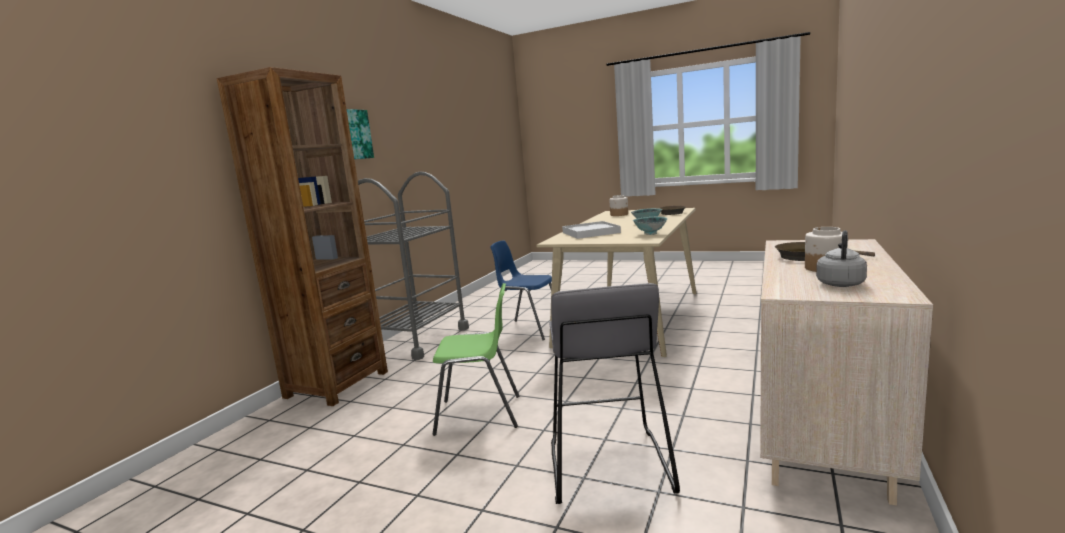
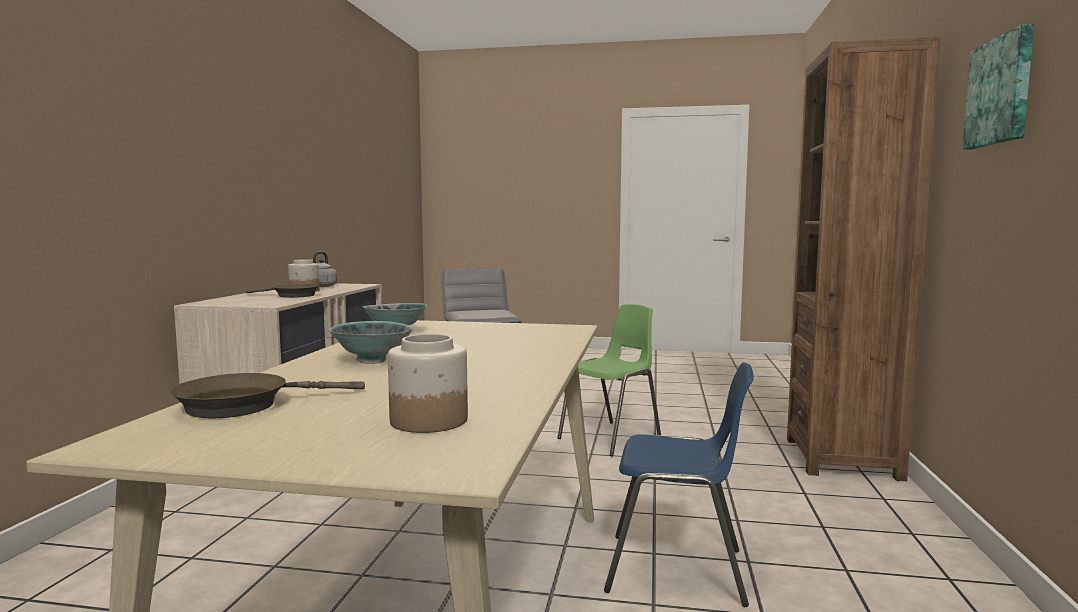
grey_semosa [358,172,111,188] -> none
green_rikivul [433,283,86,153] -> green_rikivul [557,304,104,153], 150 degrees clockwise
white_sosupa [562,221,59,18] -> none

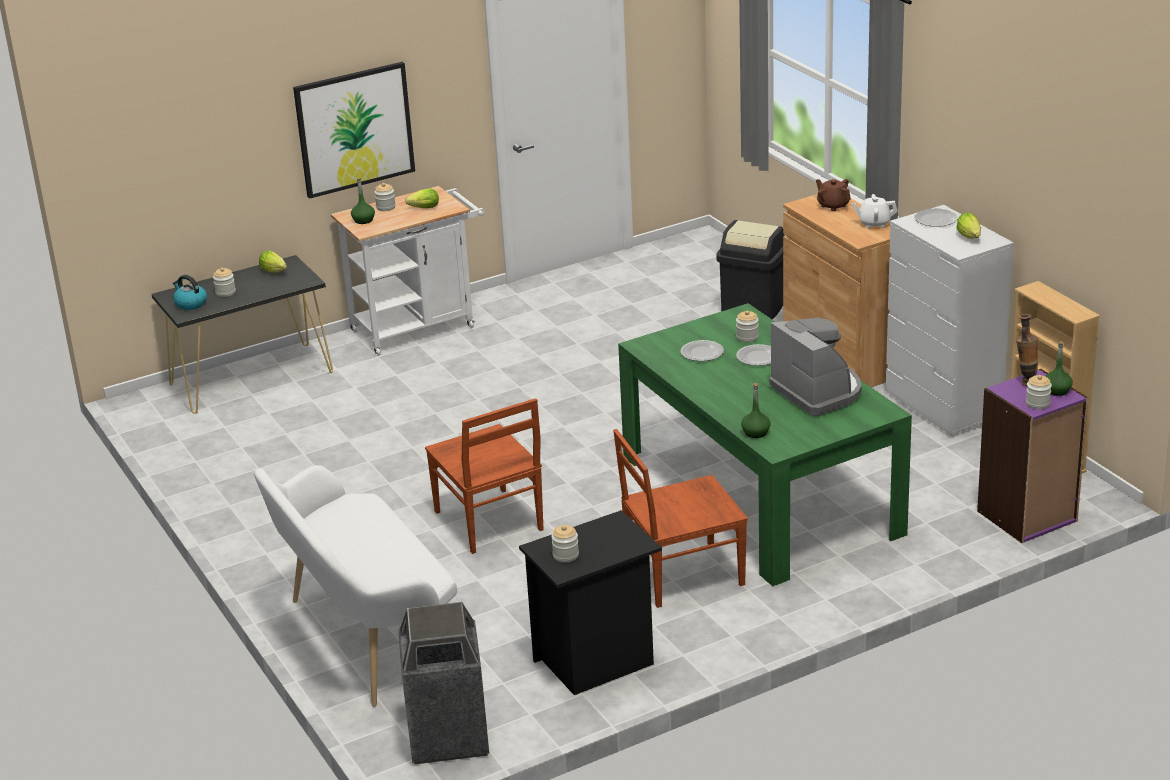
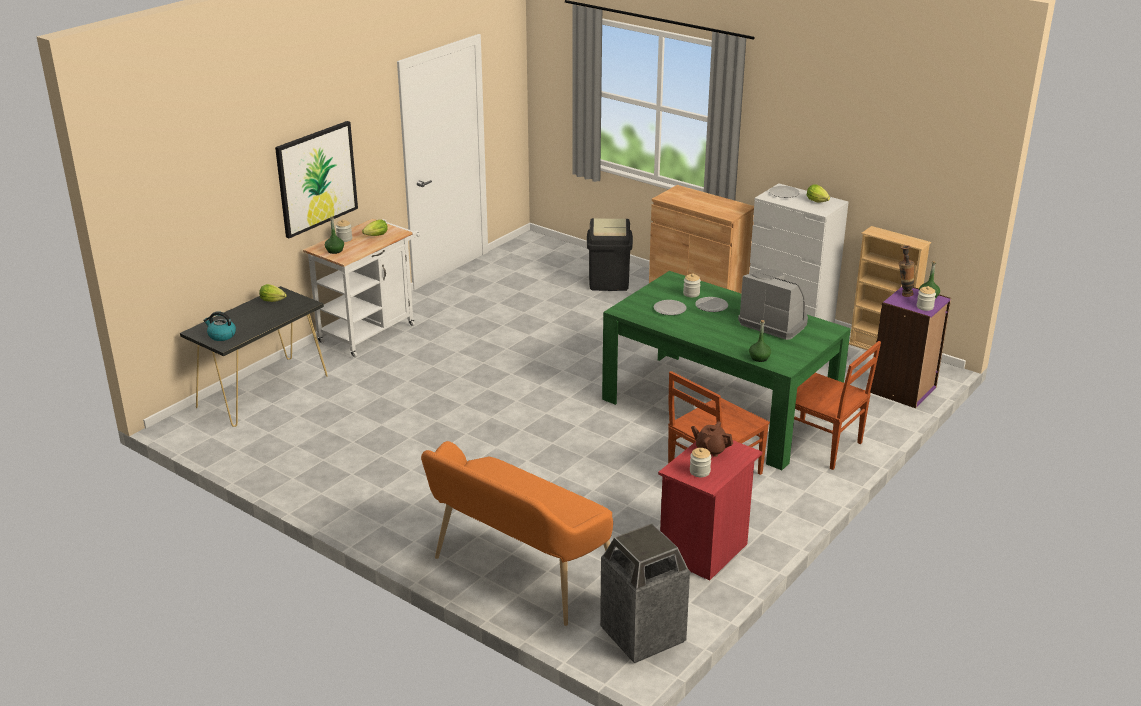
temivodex [213,268,23,29] -> none
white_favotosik [254,465,203,242] -> orange_favotosik [421,441,192,185]
brown_rikivul [425,398,119,156] -> brown_rikivul [794,341,87,129], move
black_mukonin [519,510,143,185] -> red_mukonin [658,440,105,141]
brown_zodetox [816,179,35,32] -> brown_zodetox [691,421,42,36], move
white_zodetox [852,194,46,34] -> none

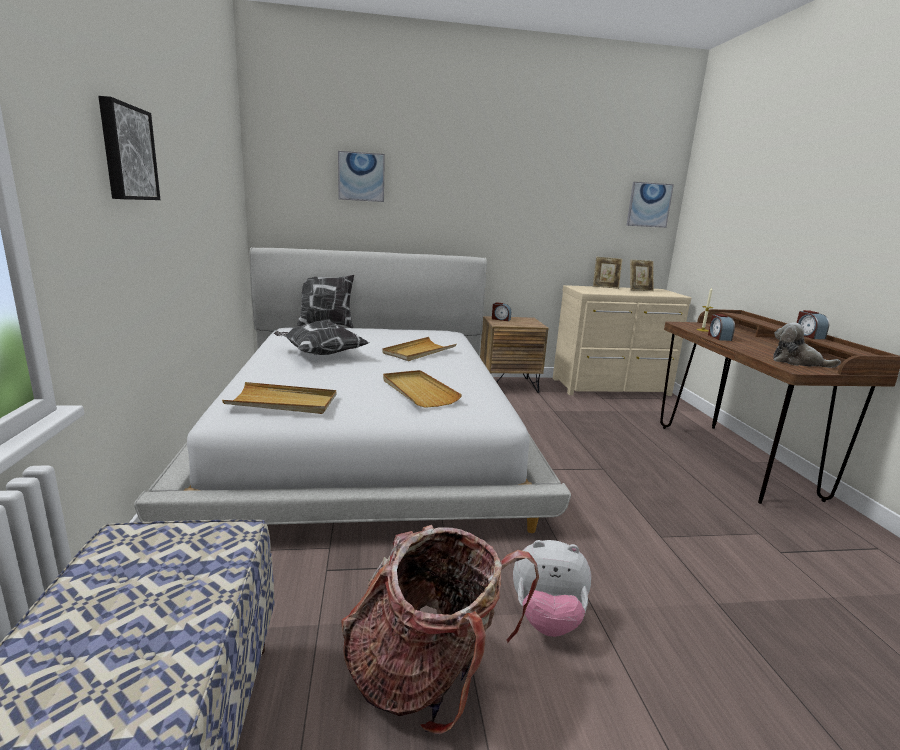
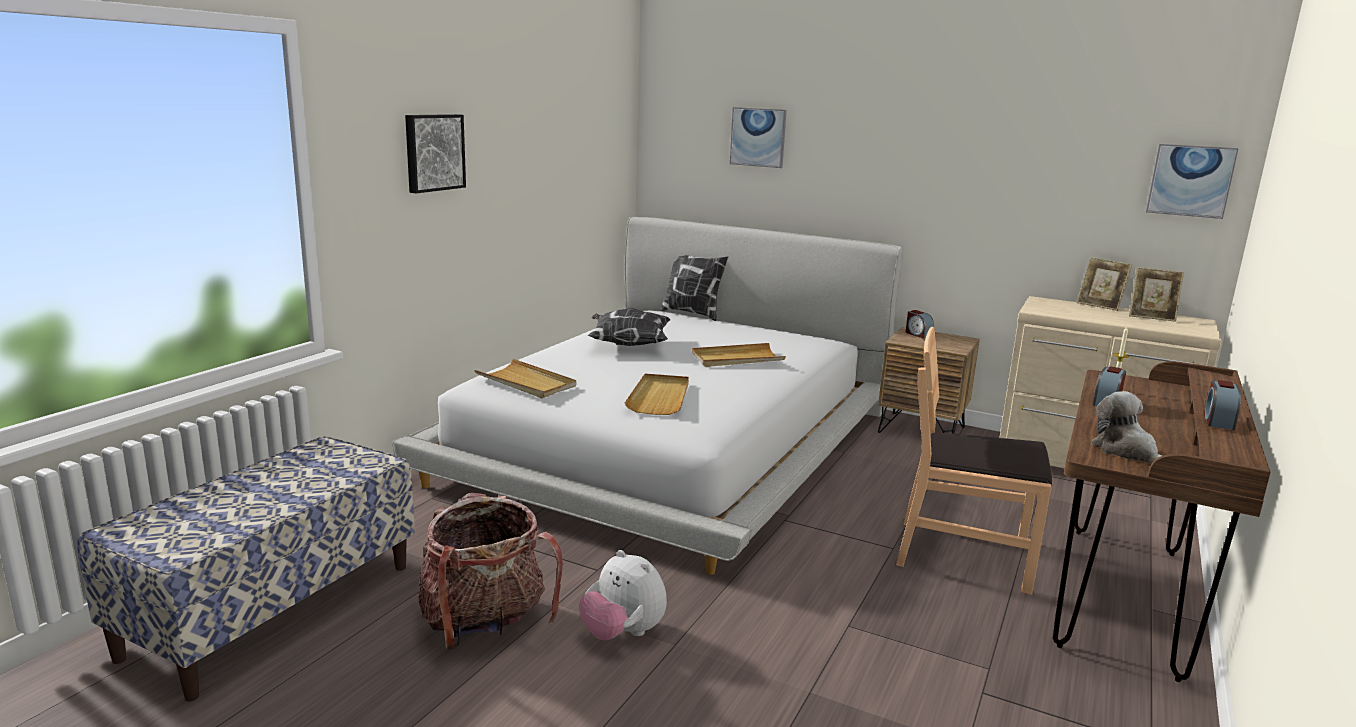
none -> brown_rikivul [896,326,156,269]

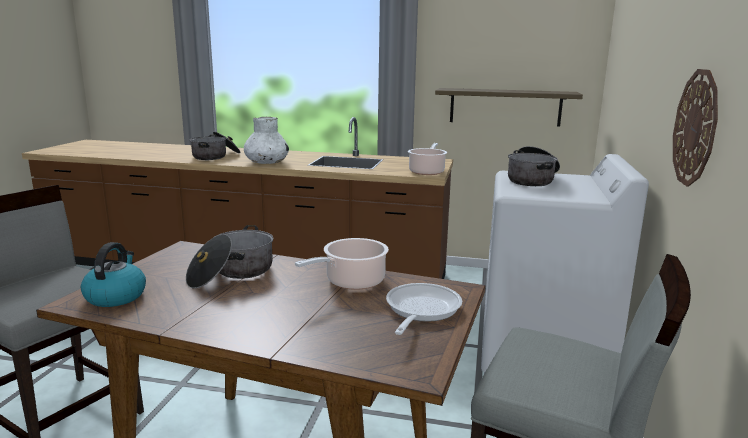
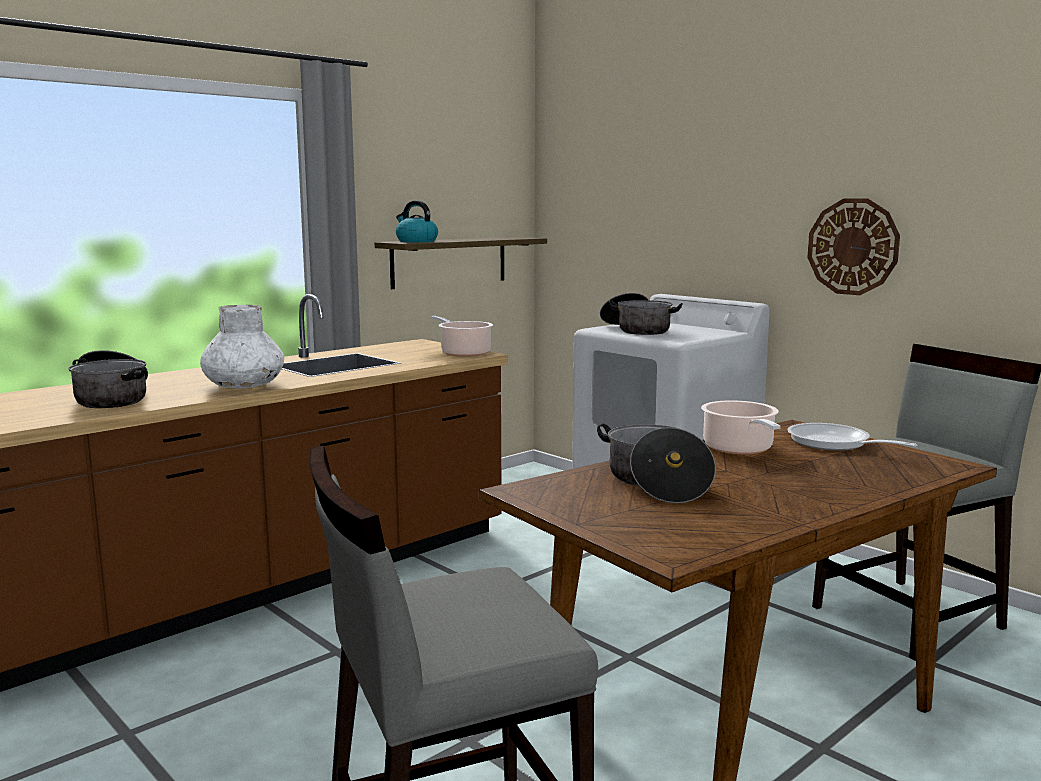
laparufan [81,242,65,65] -> laparufan [396,201,42,41], move

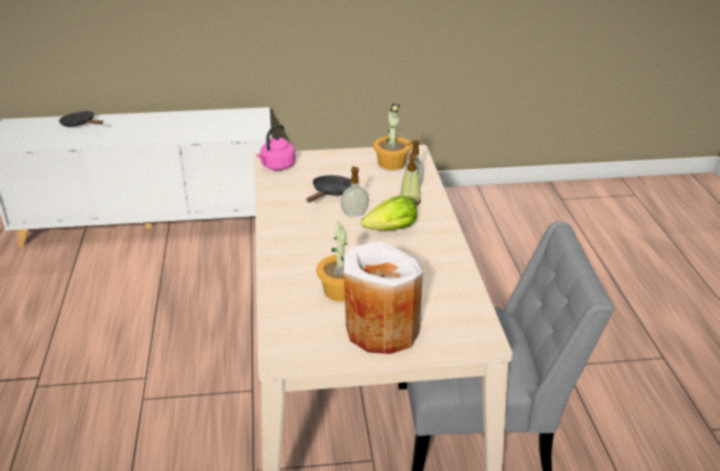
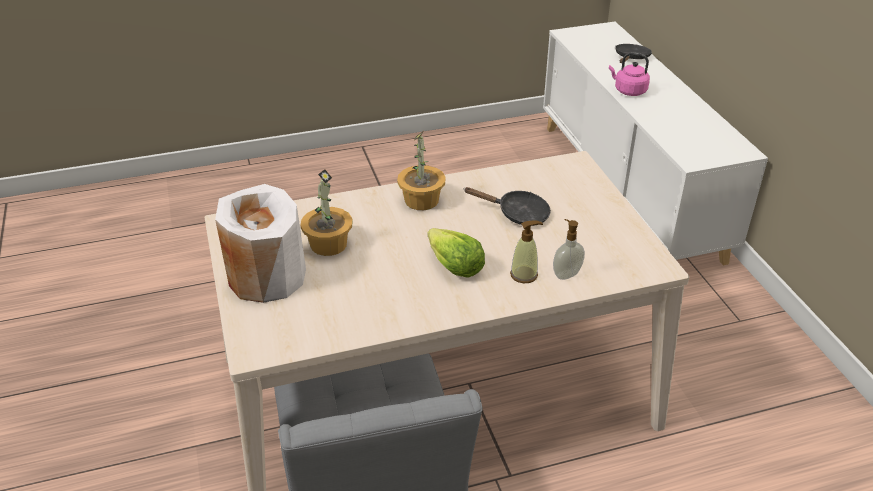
pink_laparufan [257,124,39,46] -> pink_laparufan [609,53,41,43], move
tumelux [341,166,28,51] -> none
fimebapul [373,104,39,66] -> fimebapul [397,131,49,79], move

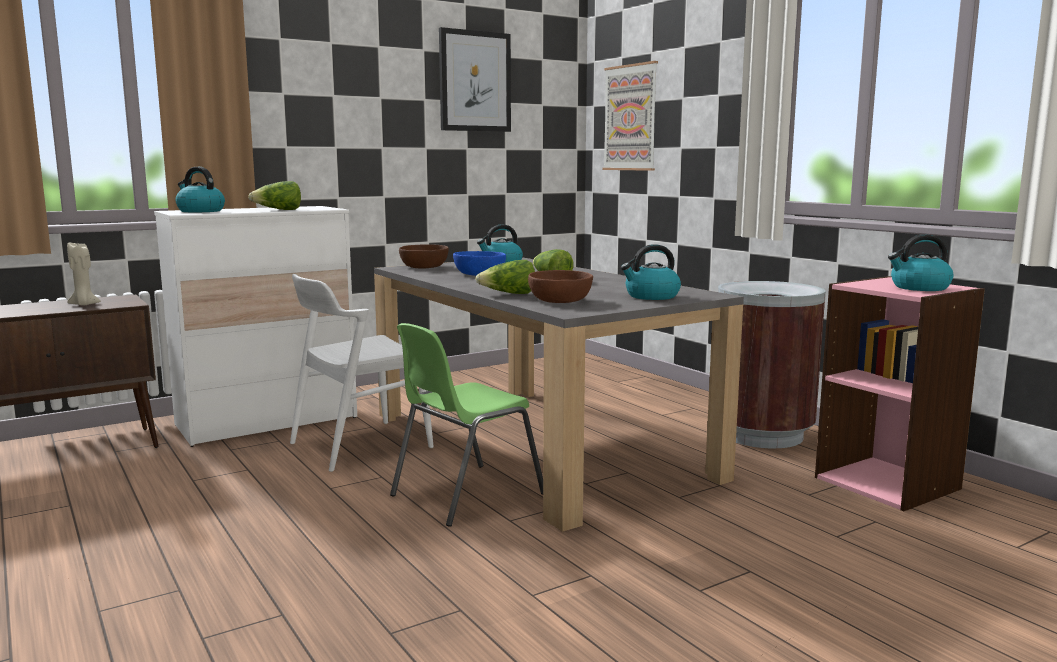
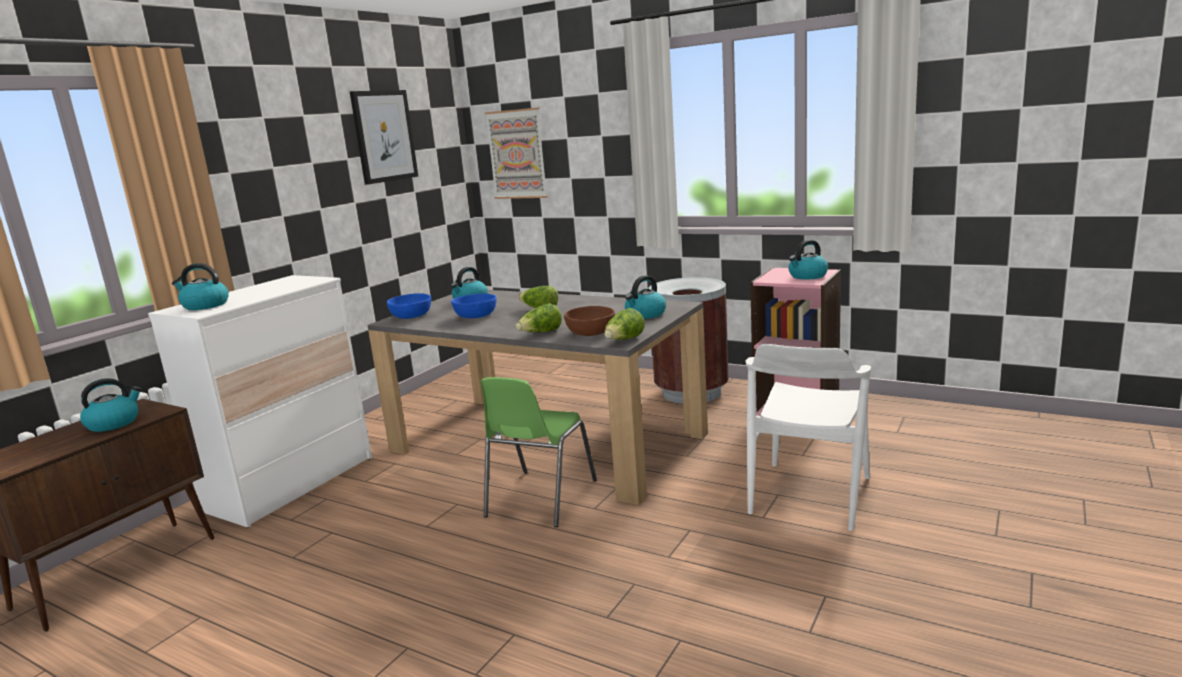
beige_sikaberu [67,241,34,65] -> laparufan [80,378,62,54]
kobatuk [248,181,53,29] -> kobatuk [604,308,41,32], move
white_rikivul [290,274,144,198] -> white_rikivul [746,344,125,187], move
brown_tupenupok [399,244,50,24] -> blue_tupenupok [387,293,44,26]

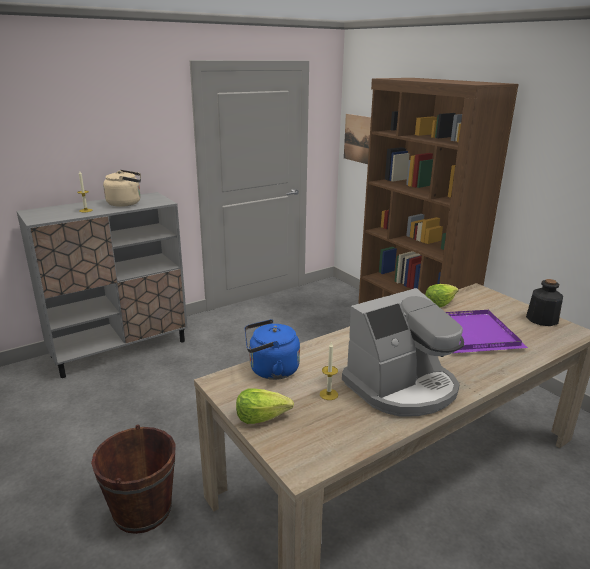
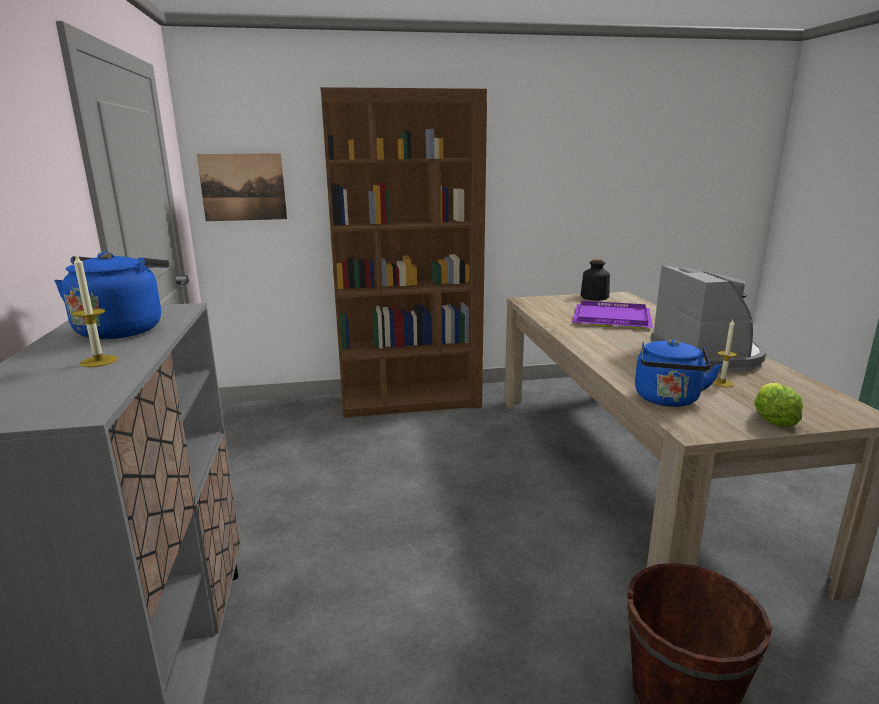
beige_laparufan [103,170,38,37] -> blue_laparufan [54,252,115,87]
kobatuk [425,284,34,23] -> none

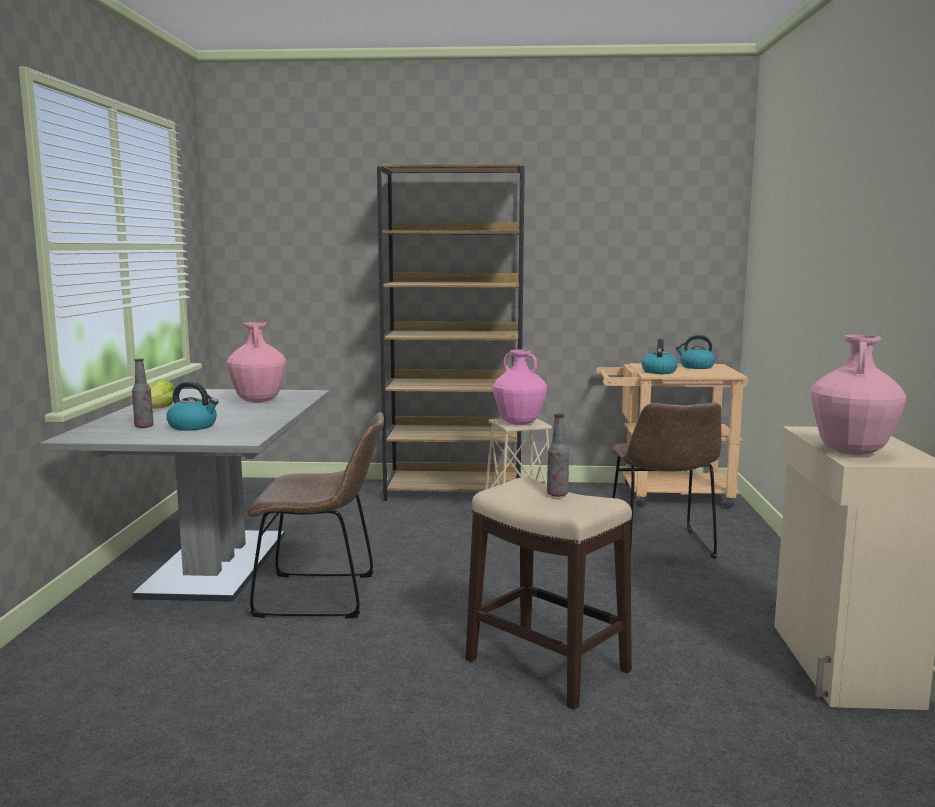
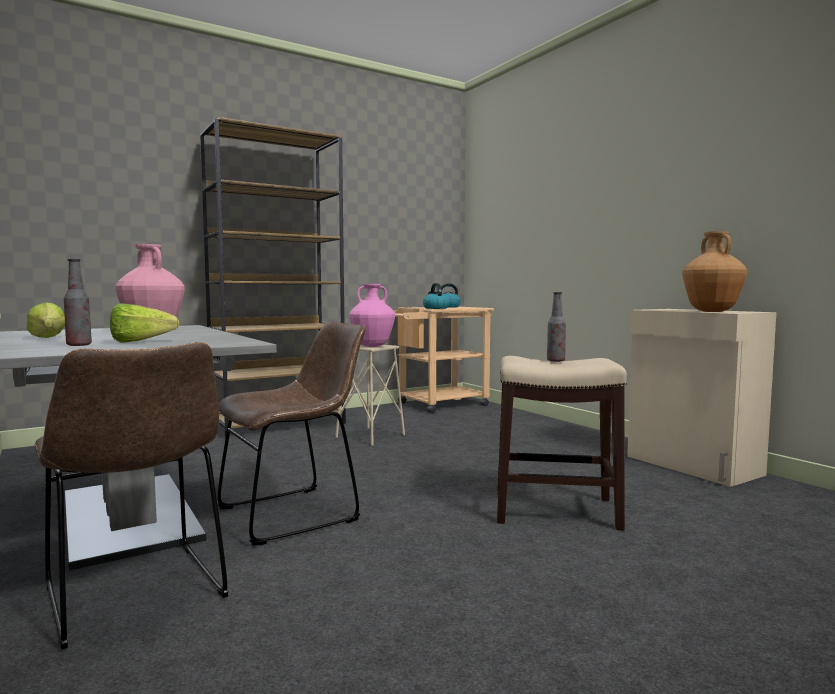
laparufan [166,381,52,50] -> kobatuk [110,304,69,39]
brown_rikivul [612,402,109,157] -> brown_rikivul [34,342,195,308], move
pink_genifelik [811,335,95,120] -> brown_genifelik [682,231,65,81]

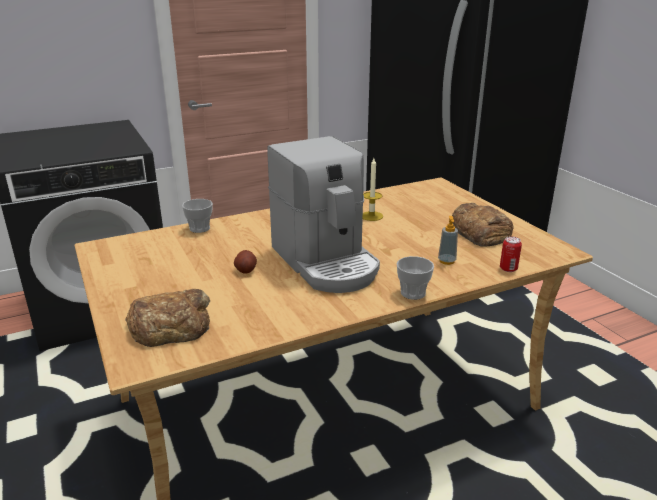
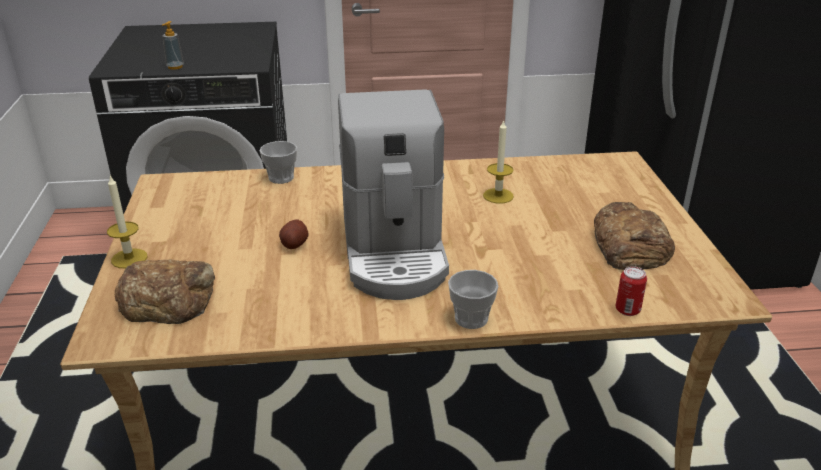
tumelux [438,216,20,49] -> tumelux [162,21,22,49], move
none -> sikaberu [107,175,40,93]

